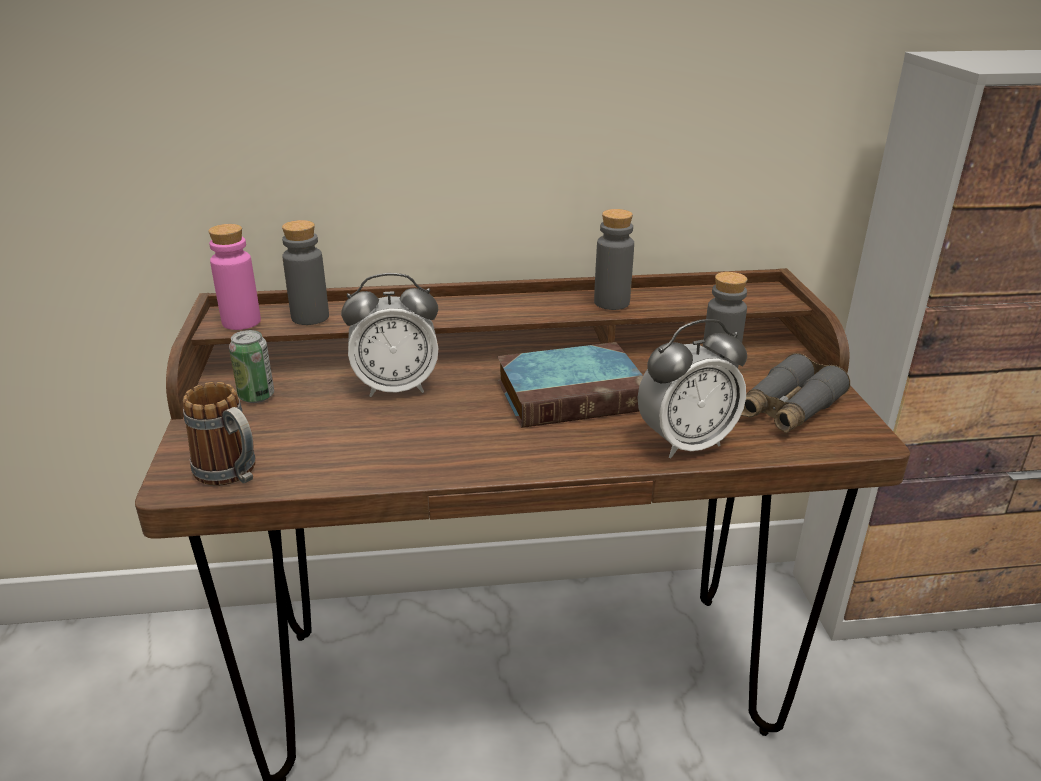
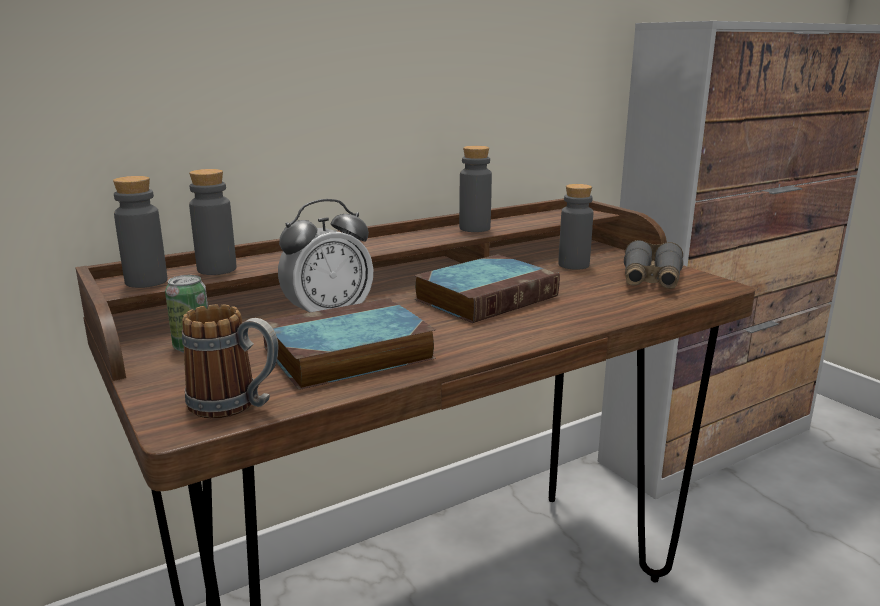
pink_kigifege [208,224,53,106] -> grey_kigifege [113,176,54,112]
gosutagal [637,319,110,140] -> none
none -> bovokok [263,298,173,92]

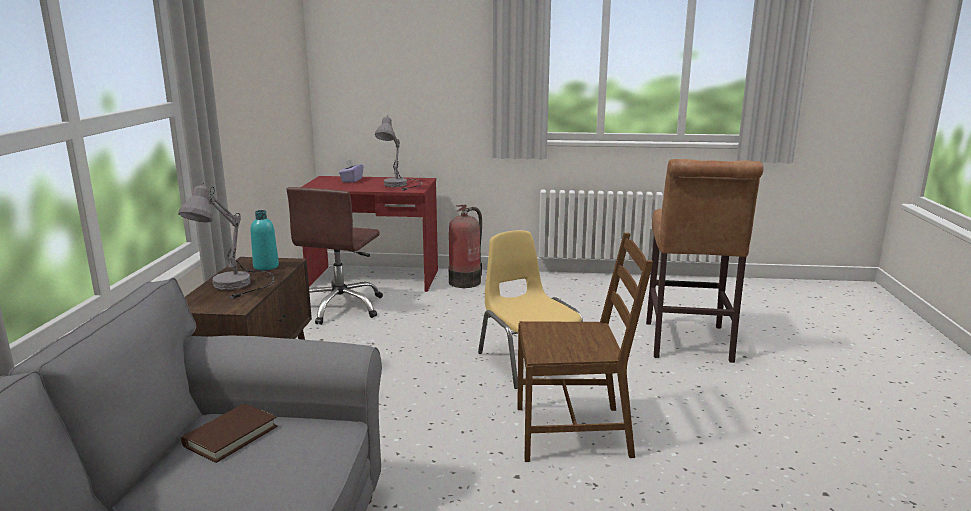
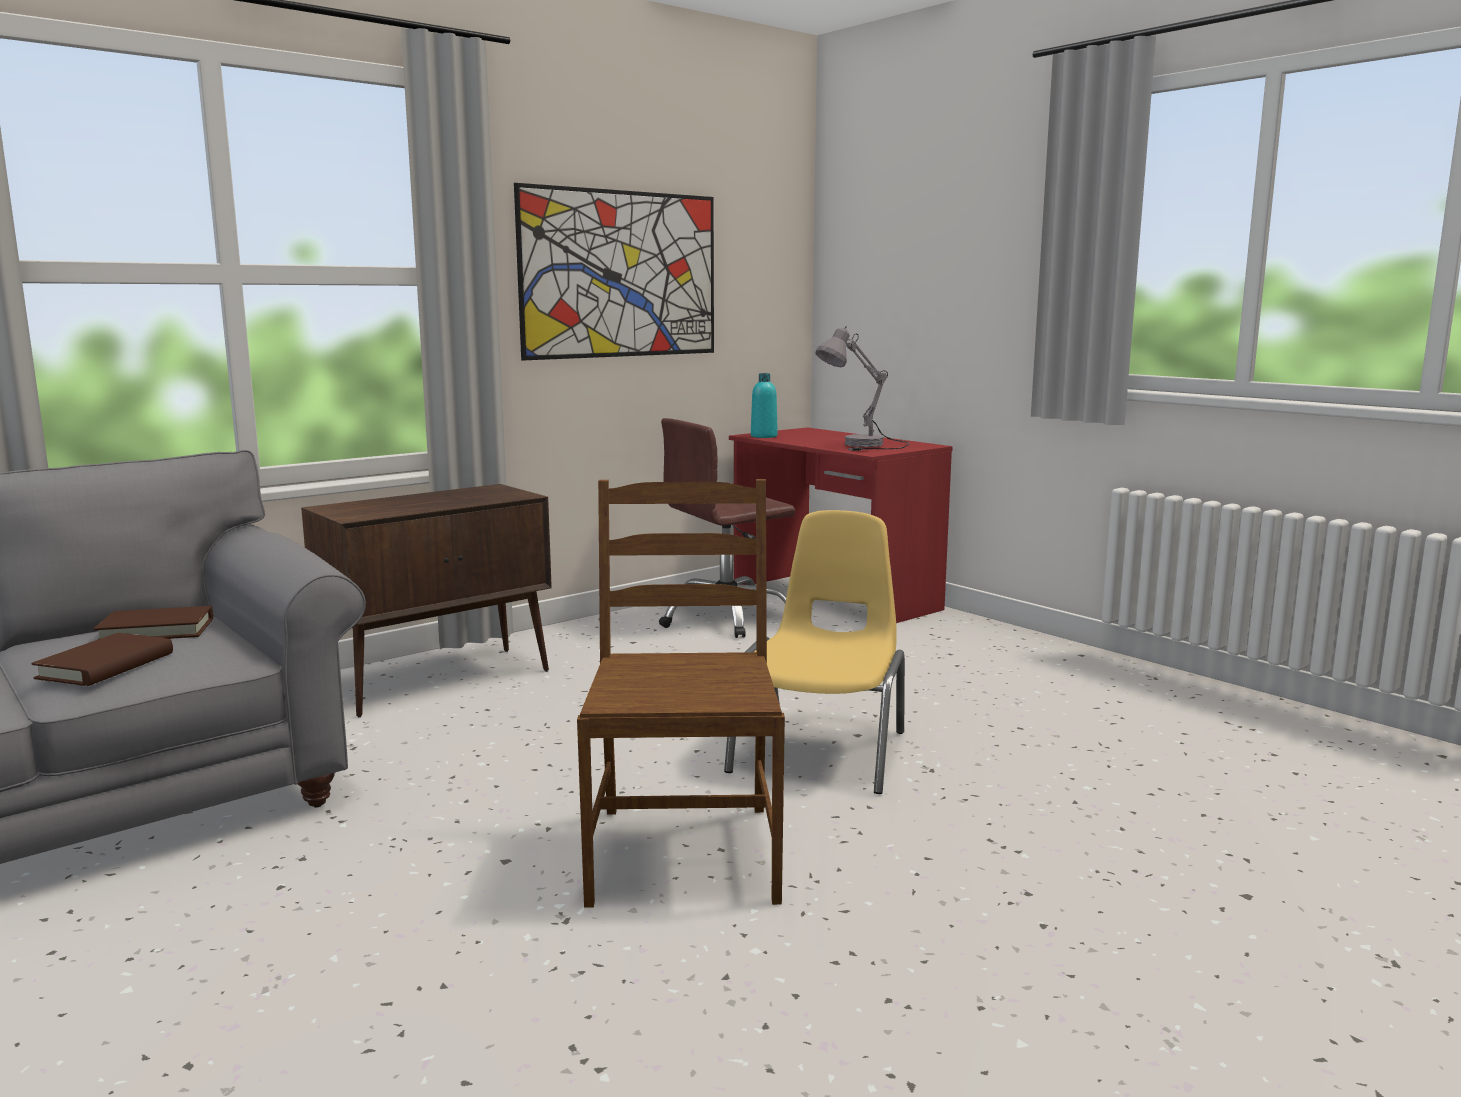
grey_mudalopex [178,183,96,116] -> none
turquoise_kigifege [251,210,28,60] -> turquoise_kigifege [751,373,27,65], move
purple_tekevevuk [339,159,24,24] -> none
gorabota [449,205,33,83] -> none
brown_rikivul [517,233,136,229] -> brown_rikivul [577,479,208,429], 135 degrees counterclockwise
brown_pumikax [646,159,118,204] -> none
none -> brown_bovokok [31,633,142,53]
none -> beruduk [514,183,200,177]

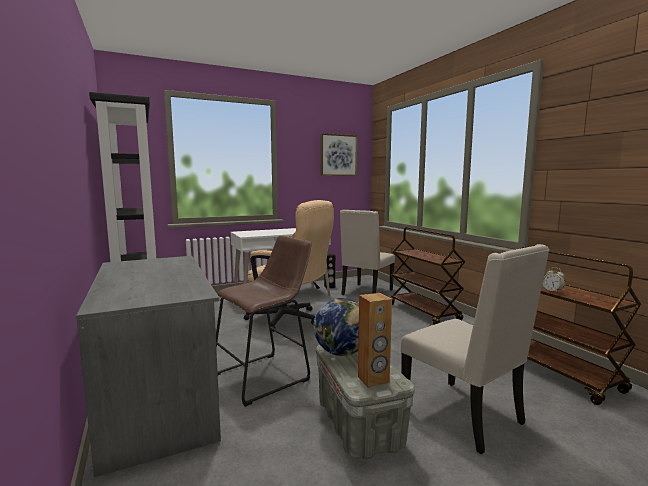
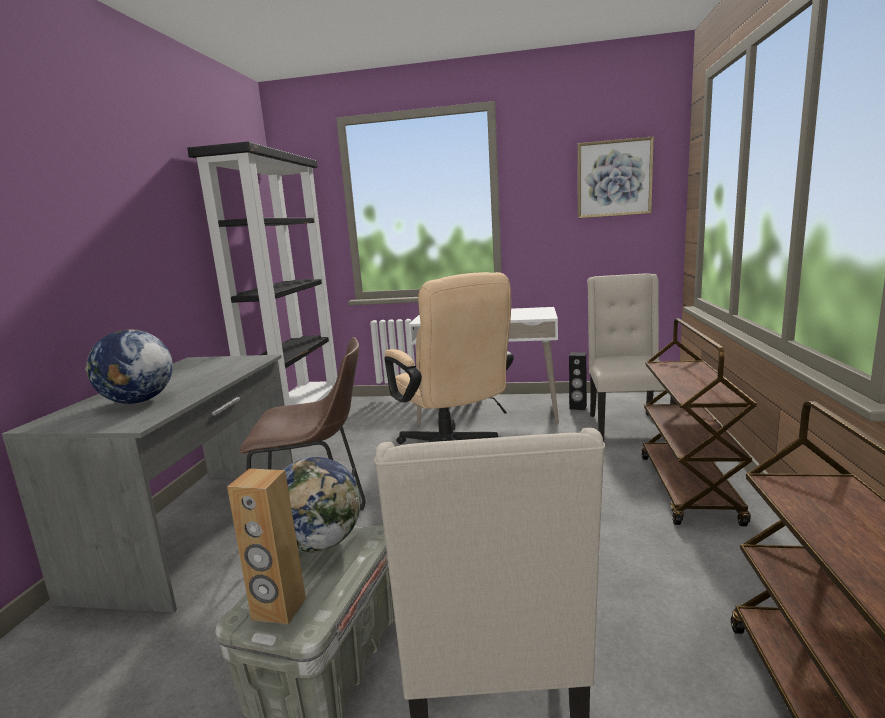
beige_rikivul [340,210,55,85] -> beige_rikivul [587,273,90,169], 120 degrees clockwise
gosutagal [543,268,22,25] -> none
none -> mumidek [85,329,88,75]

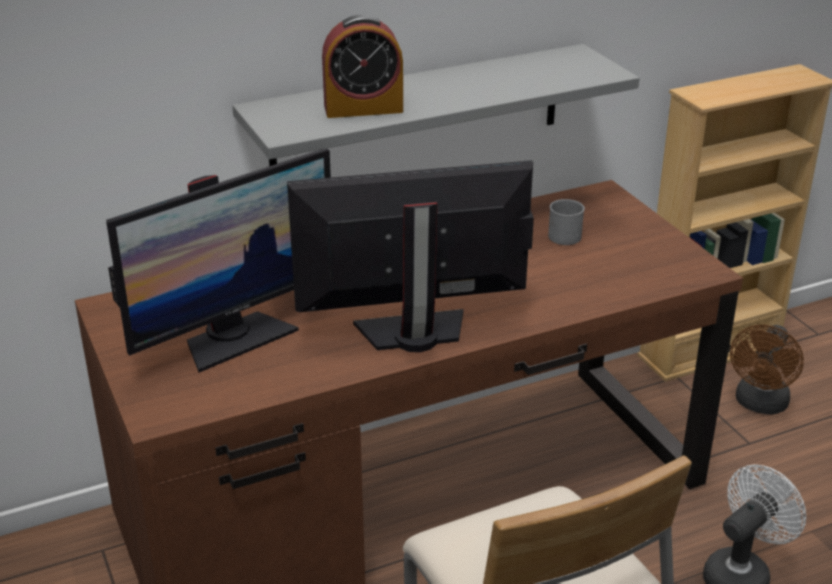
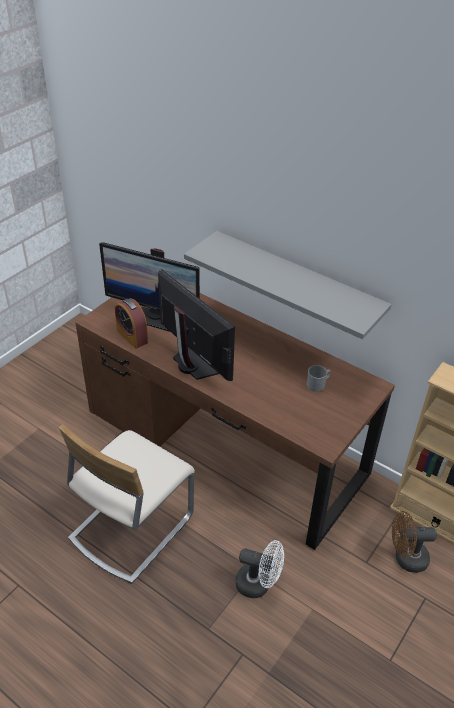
gosutagal [322,14,81,104] -> gosutagal [115,298,33,51], move

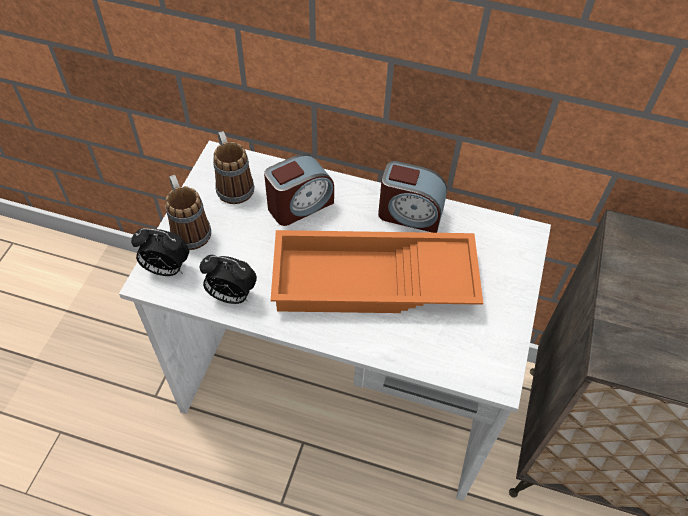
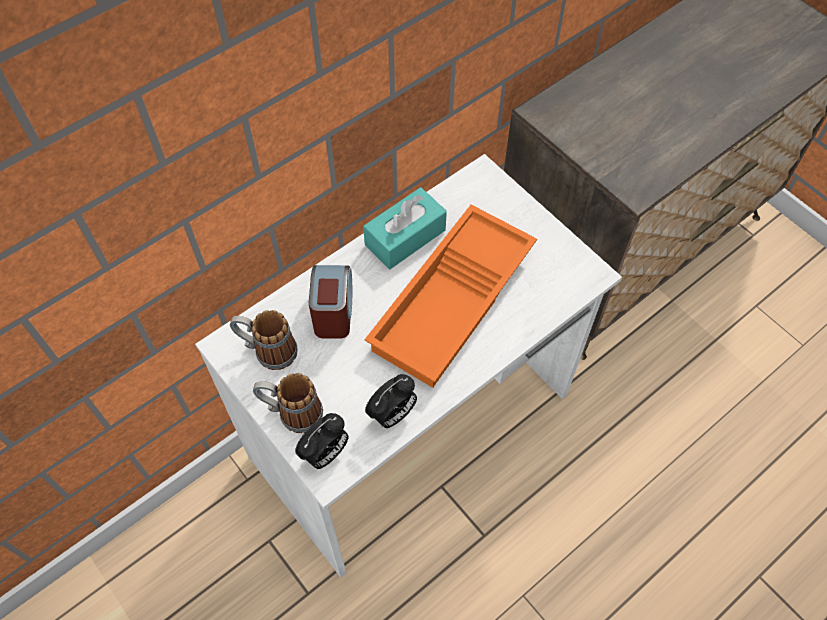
gosutagal [378,161,69,72] -> turquoise_tekevevuk [363,187,84,82]

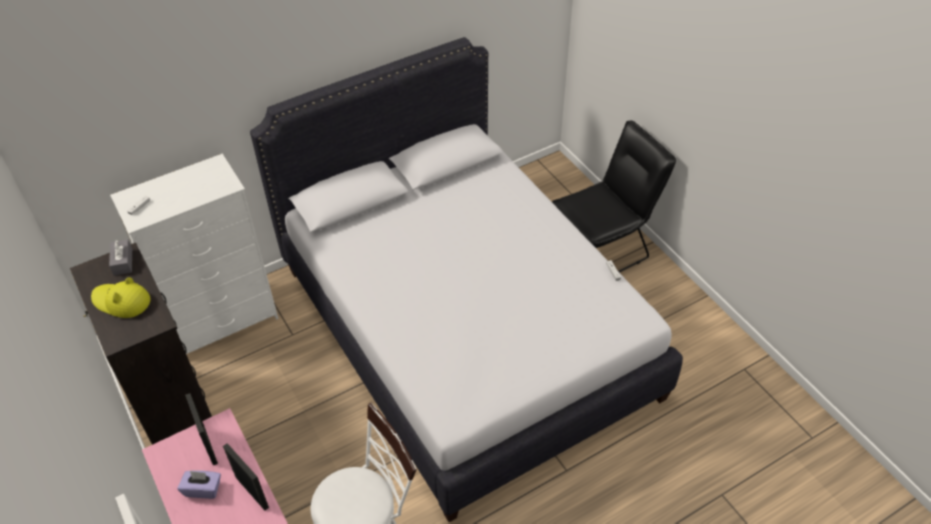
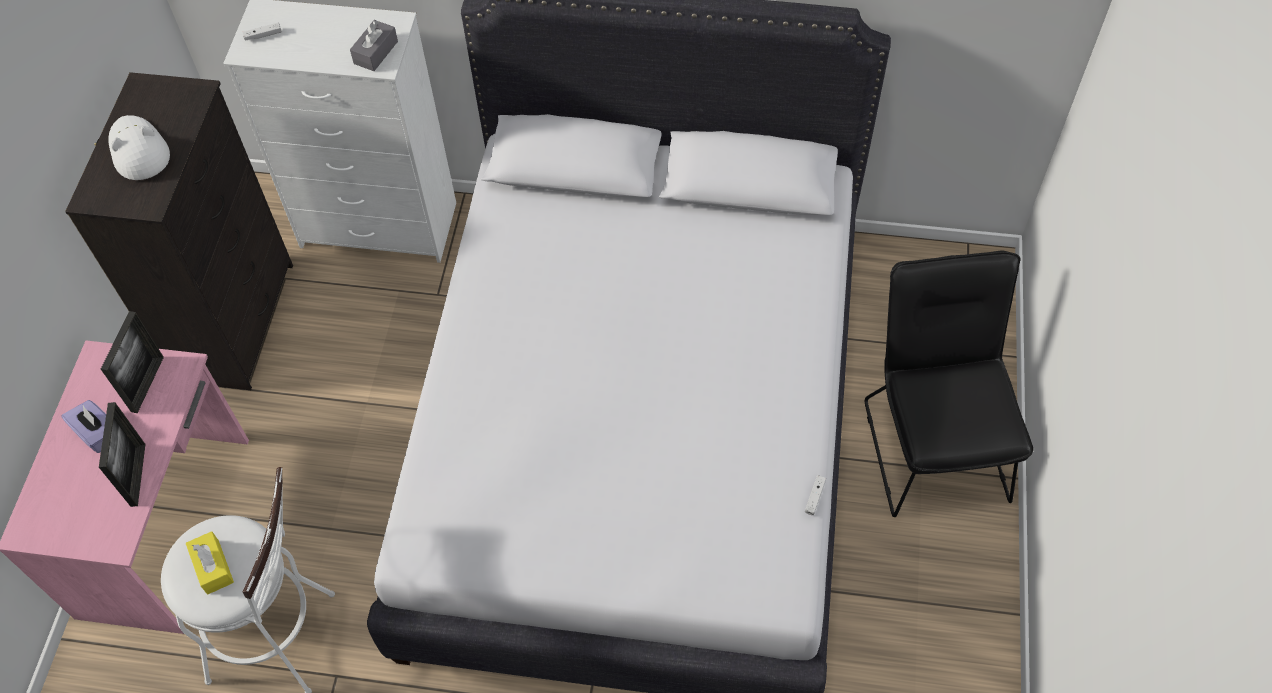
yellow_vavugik [91,278,59,40] -> white_vavugik [109,115,61,65]
grey_tekevevuk [109,239,23,37] -> grey_tekevevuk [350,20,48,51], move
black_rikivul [552,120,124,152] -> black_rikivul [865,251,168,266], 105 degrees counterclockwise
none -> yellow_tekevevuk [186,531,48,63]

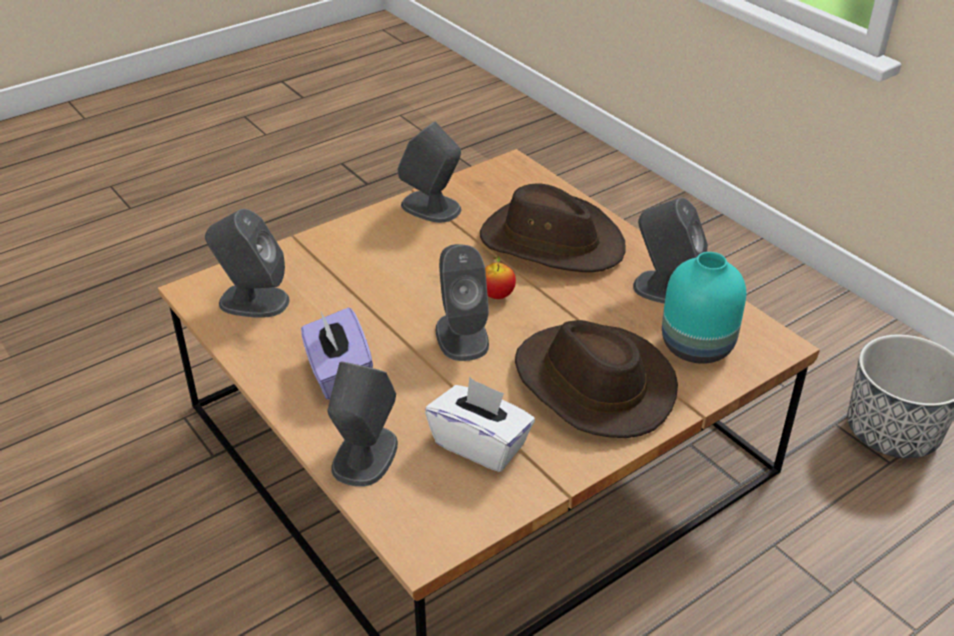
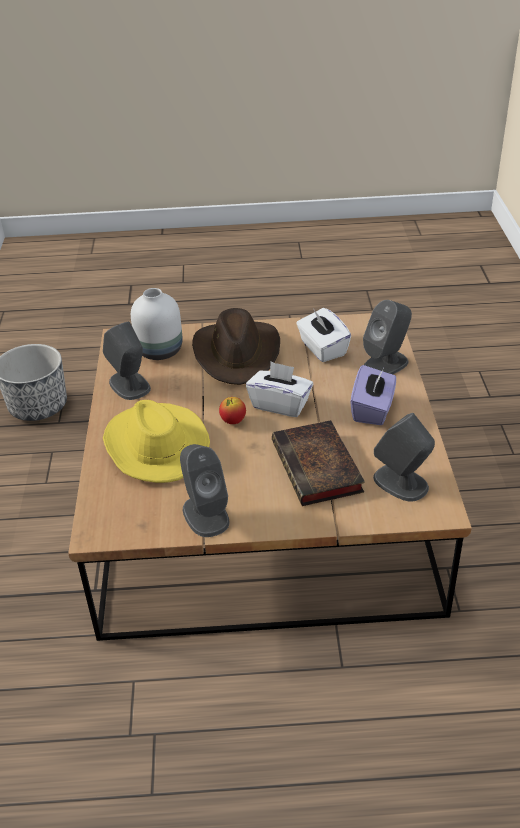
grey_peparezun [436,244,53,117] -> white_tekevevuk [246,361,67,56]
brown_vavugik [480,184,146,88] -> yellow_vavugik [103,400,107,83]
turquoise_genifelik [662,252,84,112] -> white_genifelik [131,288,52,72]
none -> bovokok [272,420,93,86]

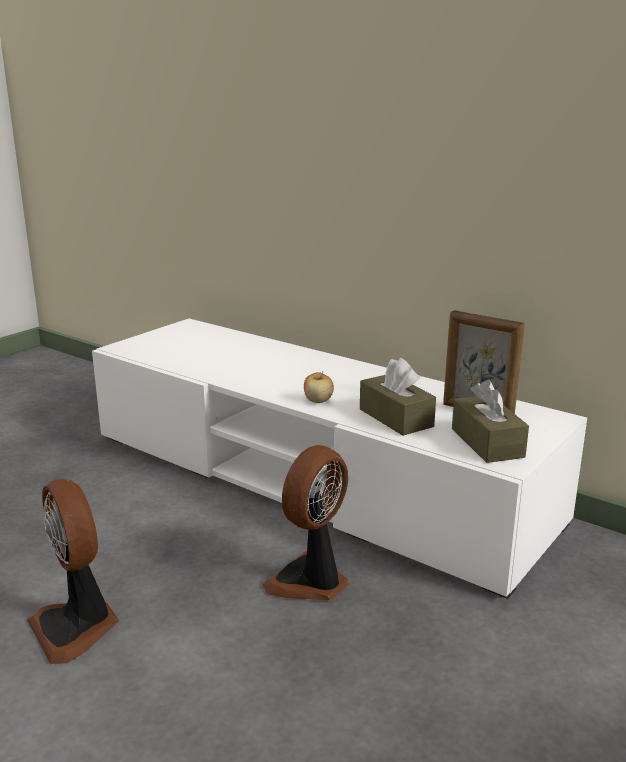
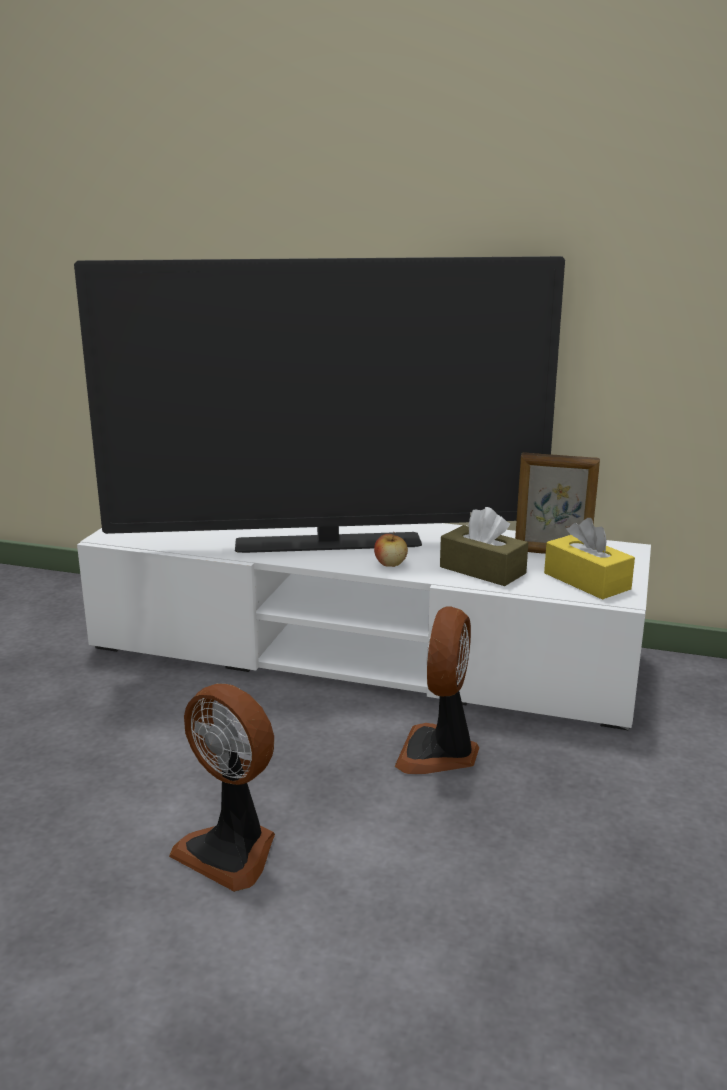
brown_tekevevuk [452,380,77,83] -> yellow_tekevevuk [544,518,91,82]
none -> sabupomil [74,256,491,297]

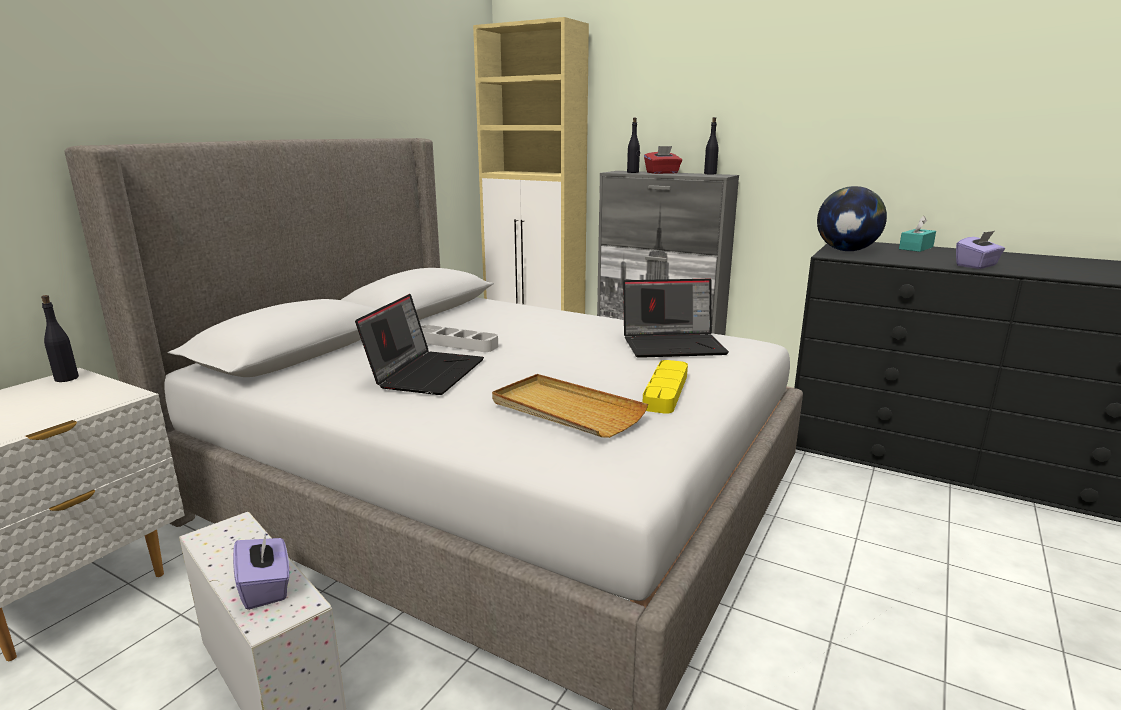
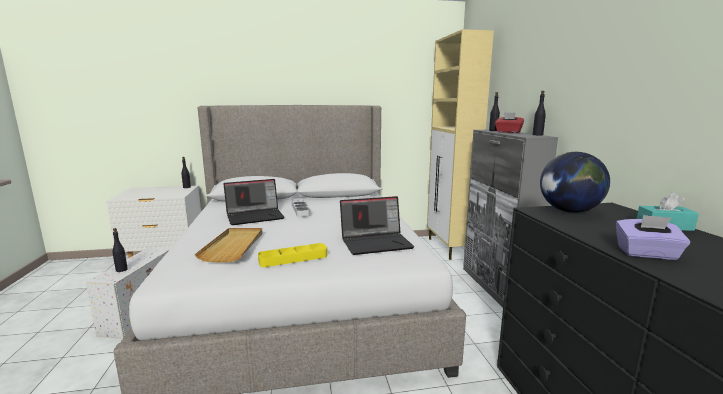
purple_tekevevuk [233,532,57,78] -> black_kigifege [112,228,16,44]
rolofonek [623,279,106,79] -> rolofonek [340,196,74,59], 60 degrees counterclockwise

